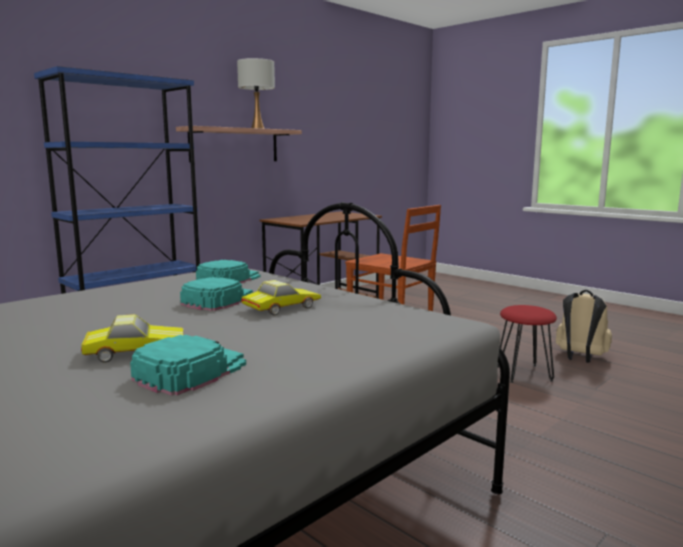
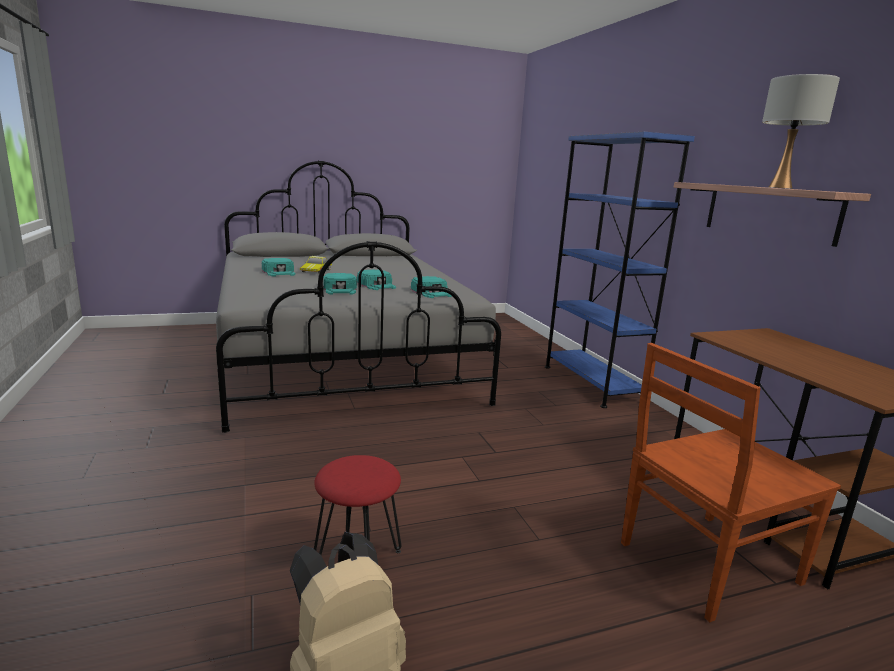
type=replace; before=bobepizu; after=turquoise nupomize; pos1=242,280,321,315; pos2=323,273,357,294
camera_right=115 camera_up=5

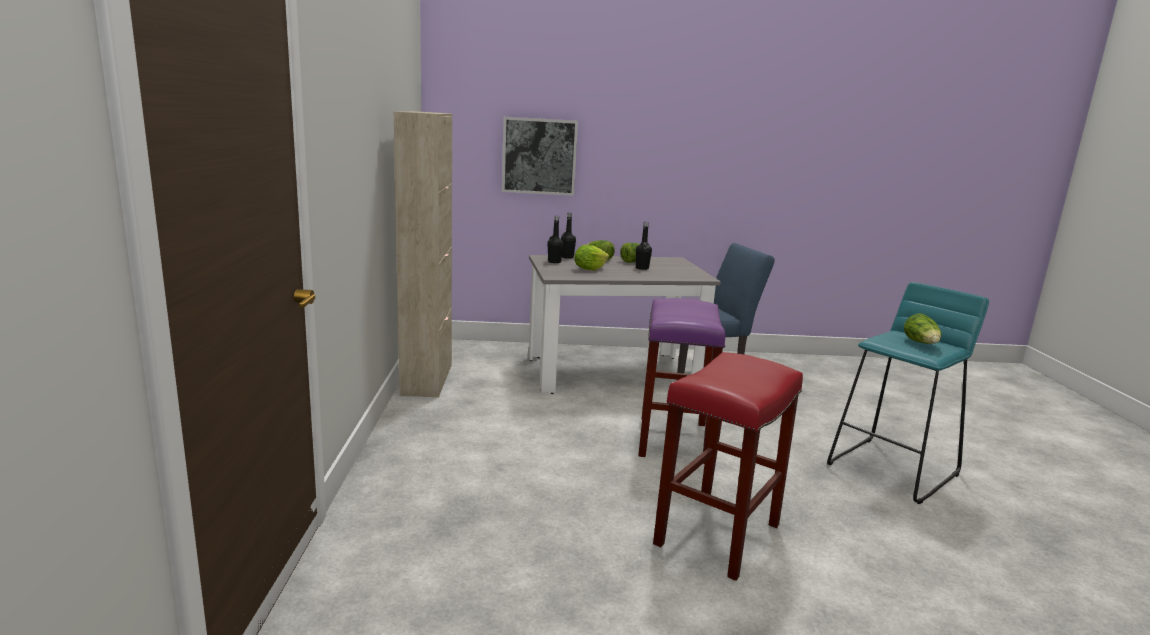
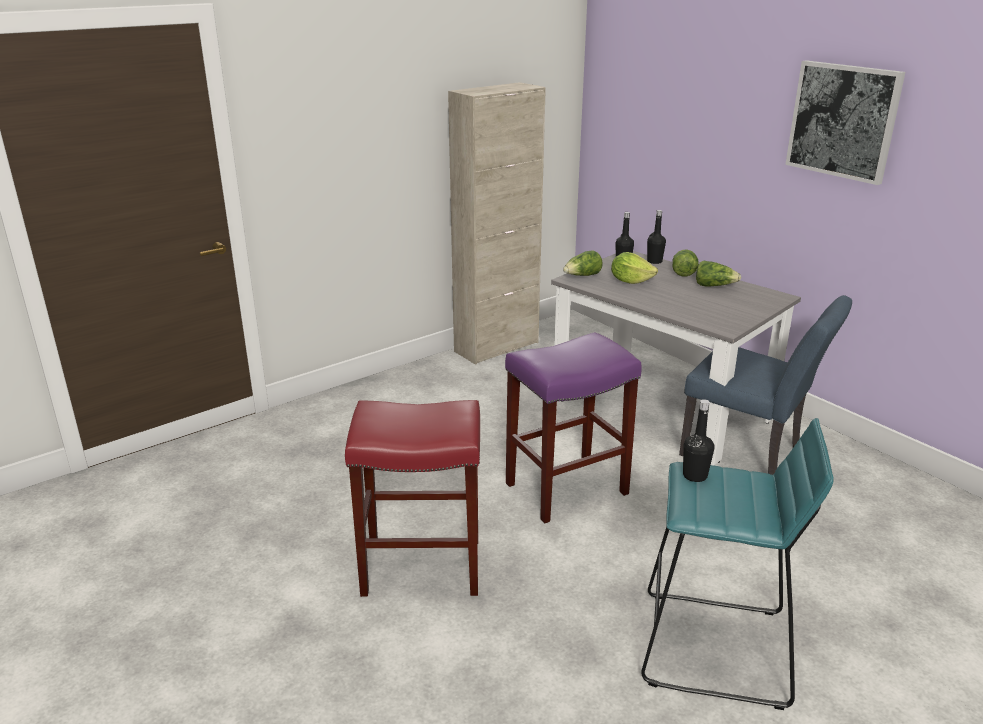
type=move; before=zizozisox; pos1=904,313,941,344; pos2=563,250,603,276
type=move; before=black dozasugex; pos1=636,222,652,270; pos2=683,399,714,482
type=move; before=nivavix; pos1=502,117,578,196; pos2=785,60,905,185
camera_right=55 camera_up=10

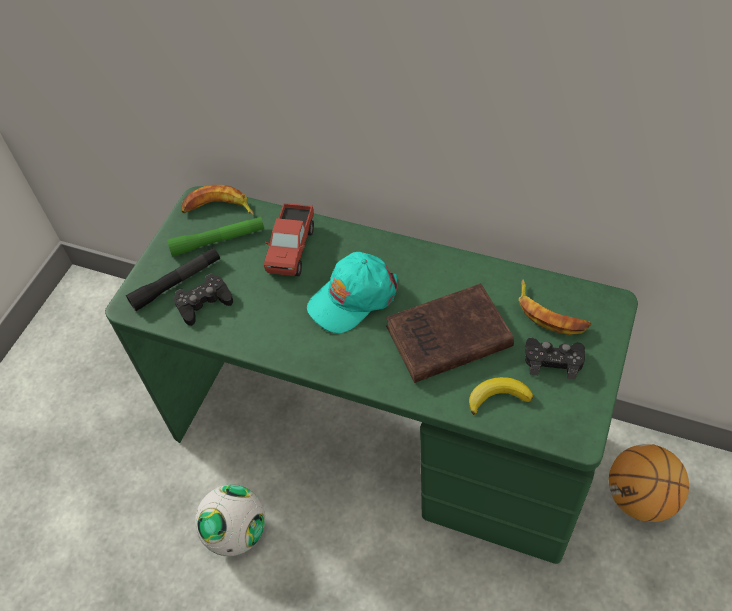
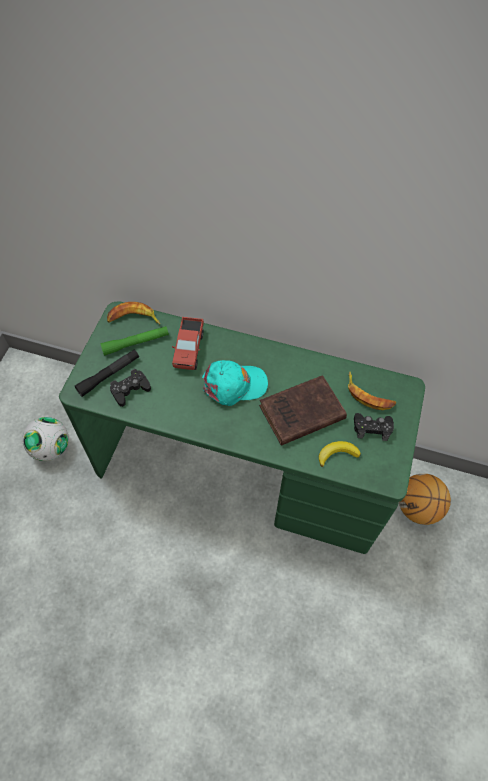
type=move; before=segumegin; pos1=195,485,265,556; pos2=22,417,69,461
type=rotate; before=turquoise nupomize; pos1=307,252,398,333; pos2=202,360,268,406; turn=-150
camera_right=-10 camera_up=5

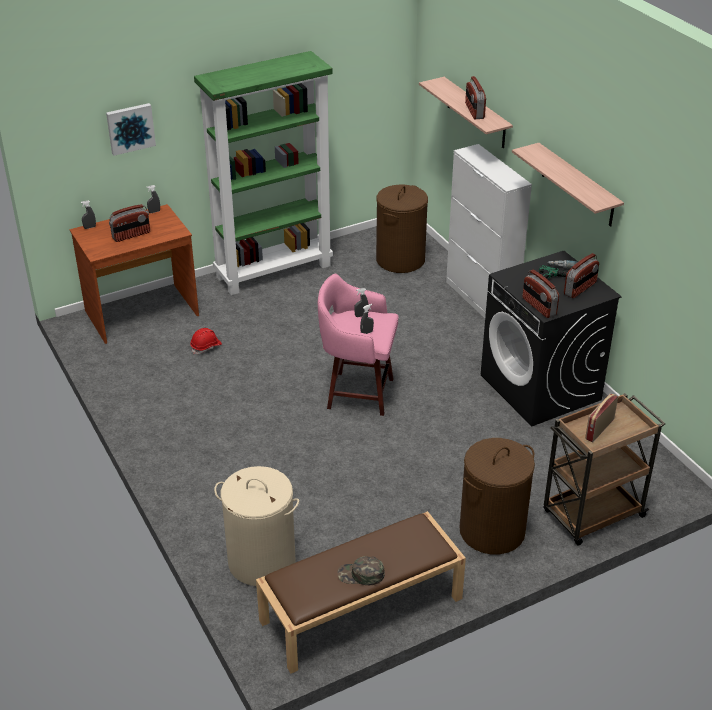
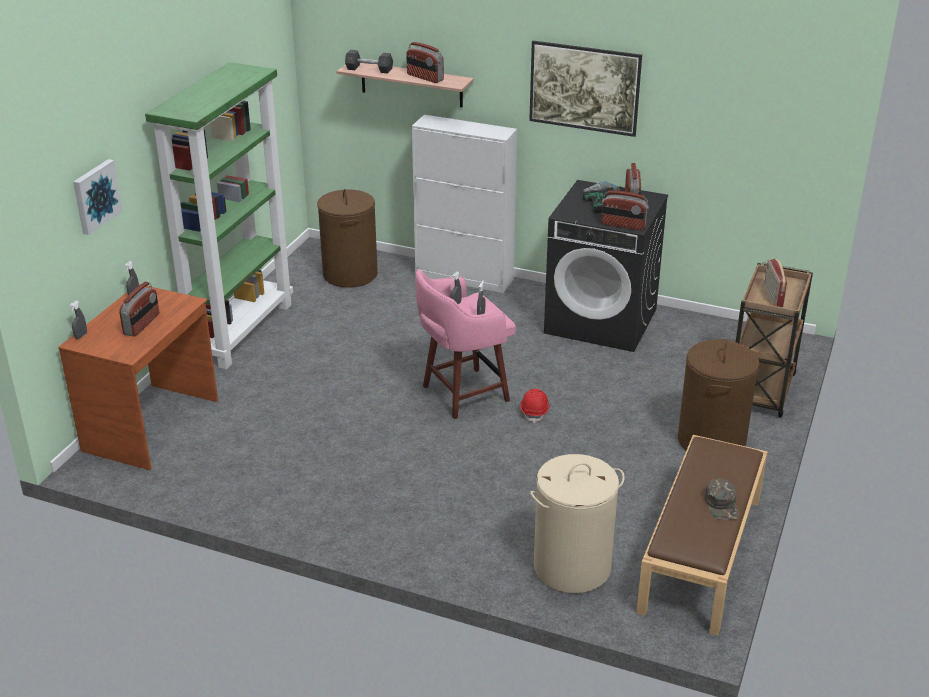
type=insert; after=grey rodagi; pos2=345,50,393,74
type=move; before=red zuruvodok; pos1=190,328,222,354; pos2=520,389,550,423
type=replace; before=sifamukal; after=nivavix; pos1=512,143,624,227; pos2=529,41,642,137
type=rotate; before=green nupomize; pos1=338,556,385,585; pos2=704,479,739,520; turn=-60
camera_right=-40 camera_up=-5

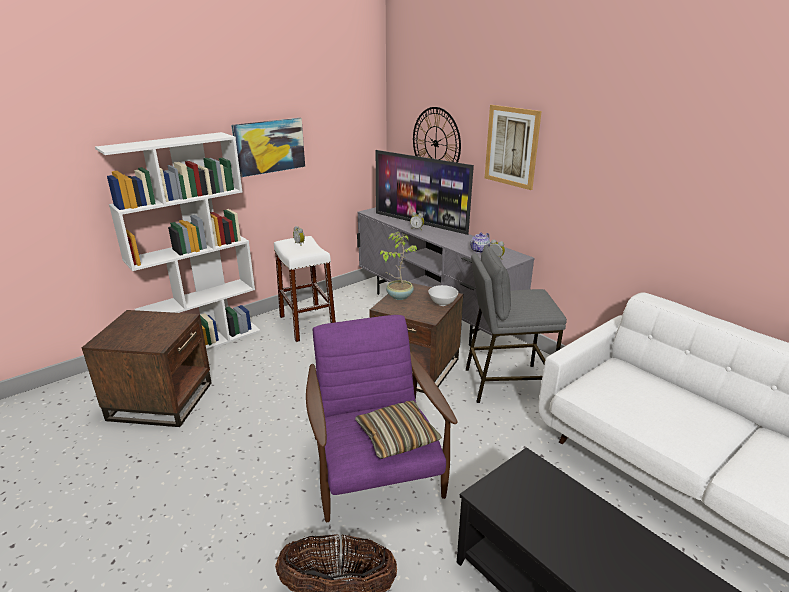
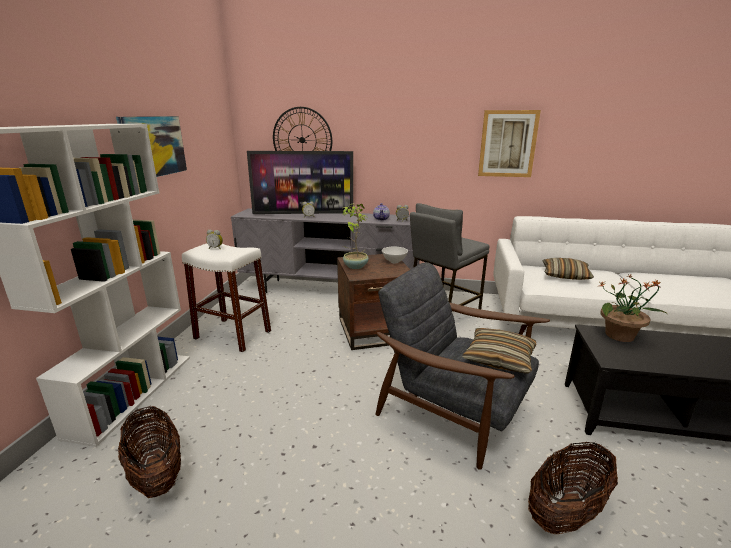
type=replace; before=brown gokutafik; after=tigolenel; pos1=82,310,211,427; pos2=118,406,181,498
type=recolor; before=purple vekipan; after=grey vekipan; pos1=306,315,458,522; pos2=375,262,550,470
type=move; before=nivavix; pos1=485,105,542,190; pos2=478,110,541,177
type=insert; after=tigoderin; pos2=542,258,594,280
type=insert; after=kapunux; pos2=600,274,667,342
camera_right=-40 camera_up=-5

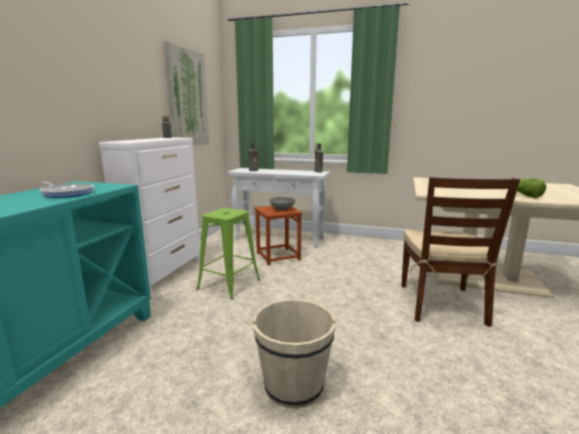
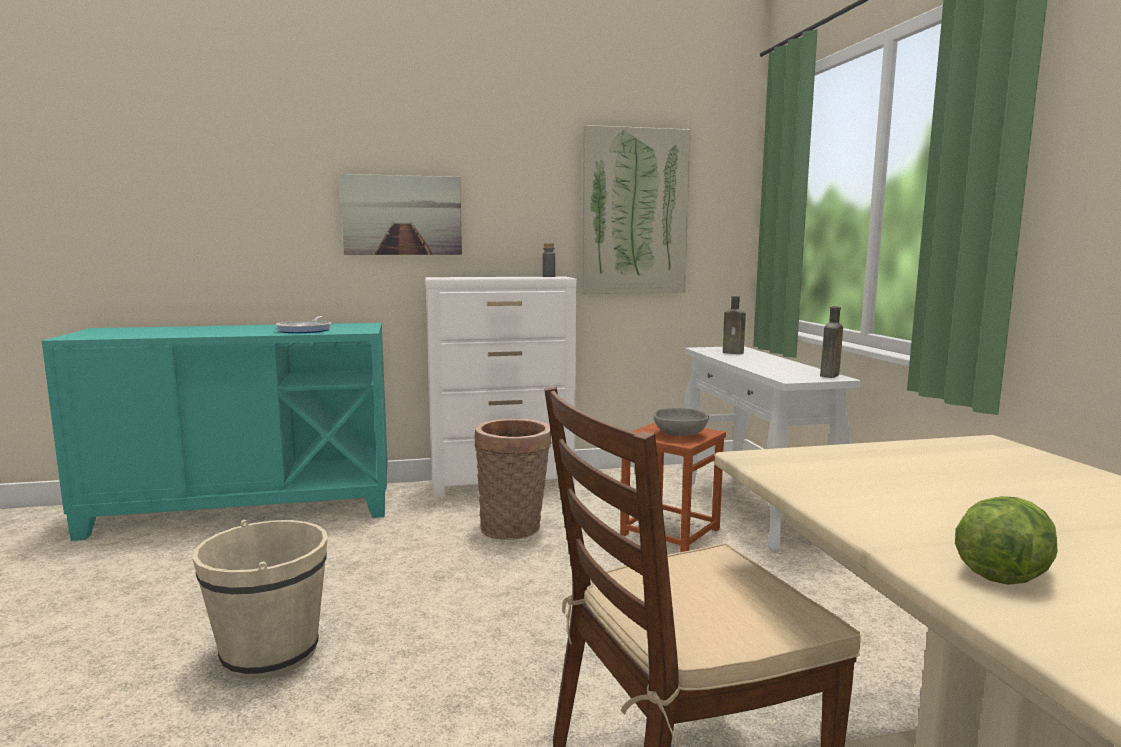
type=insert; after=nivavix; pos2=340,174,462,255
type=replace; before=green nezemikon; after=tigolenel; pos1=197,208,260,299; pos2=475,419,552,540
camera_right=60 camera_up=-5

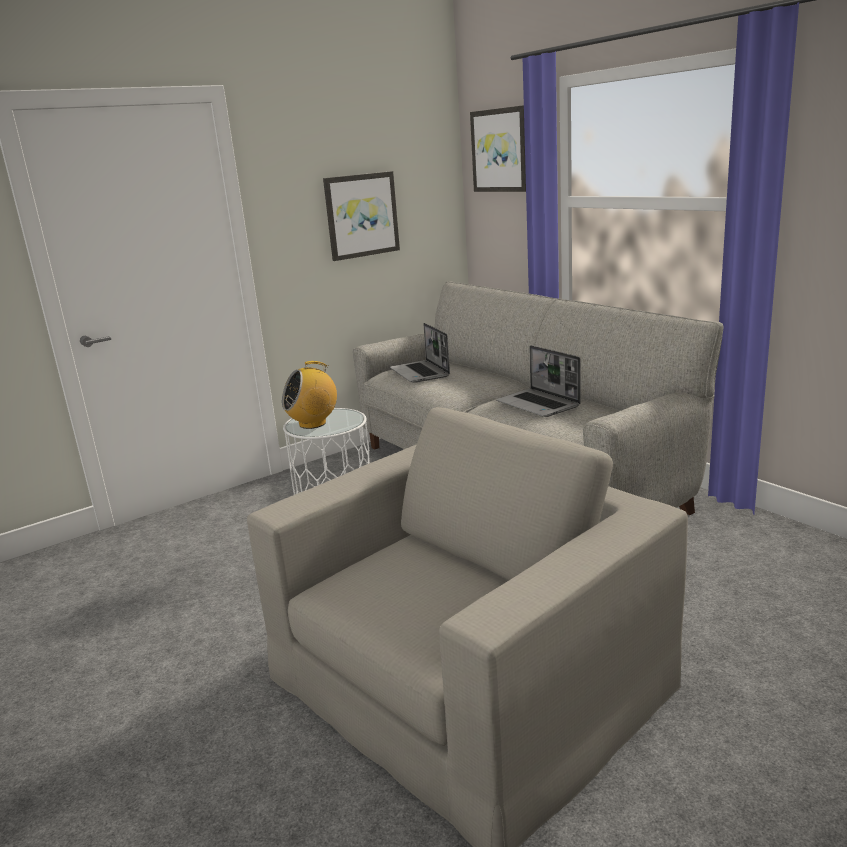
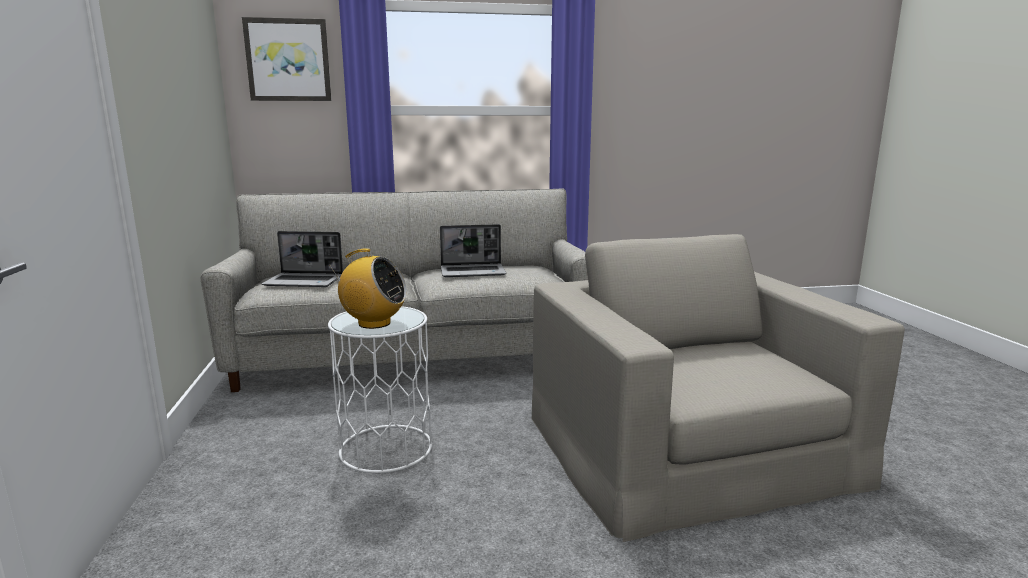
type=rotate; before=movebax; pos1=282,361,337,429; pos2=329,248,407,329; turn=-75
type=delete; before=nivavix; pos1=323,171,400,261
camera_right=-65 camera_up=-5

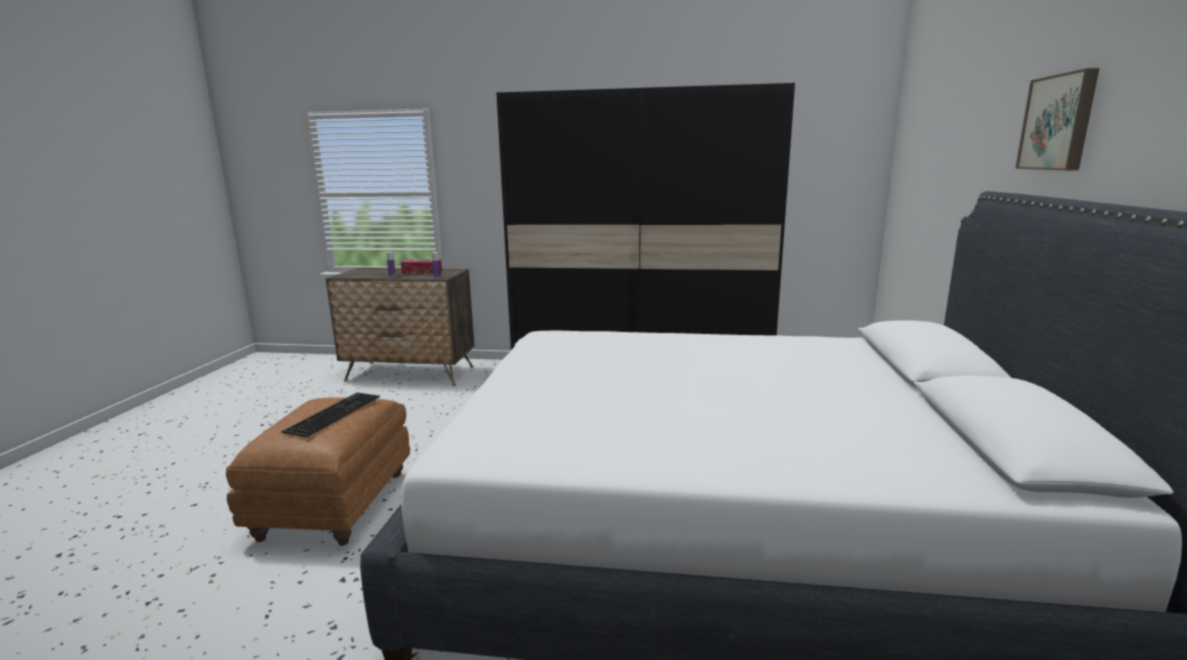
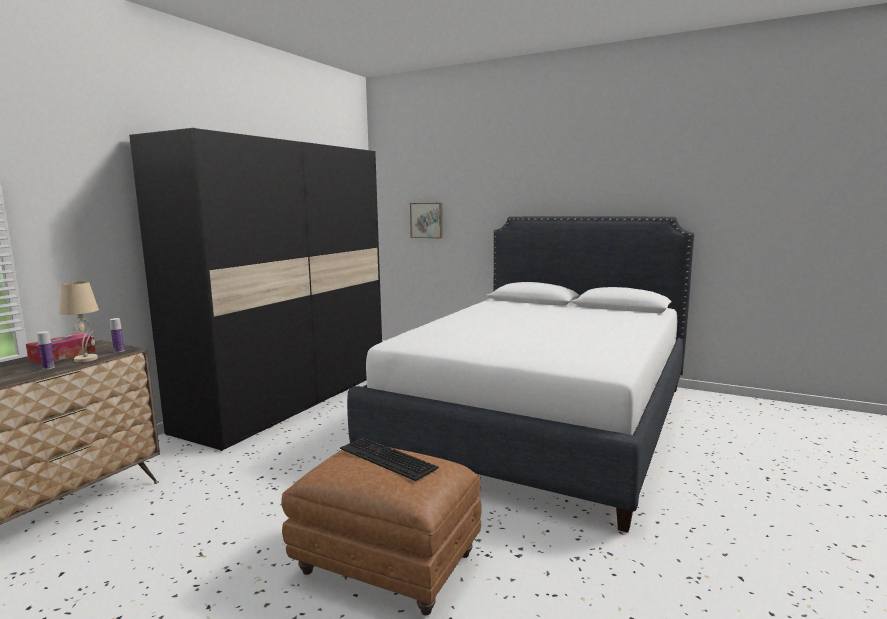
type=insert; after=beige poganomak; pos2=59,281,99,362
type=move; before=nivavix; pos1=1015,68,1099,170; pos2=410,203,443,238
camera_right=-70 camera_up=-5

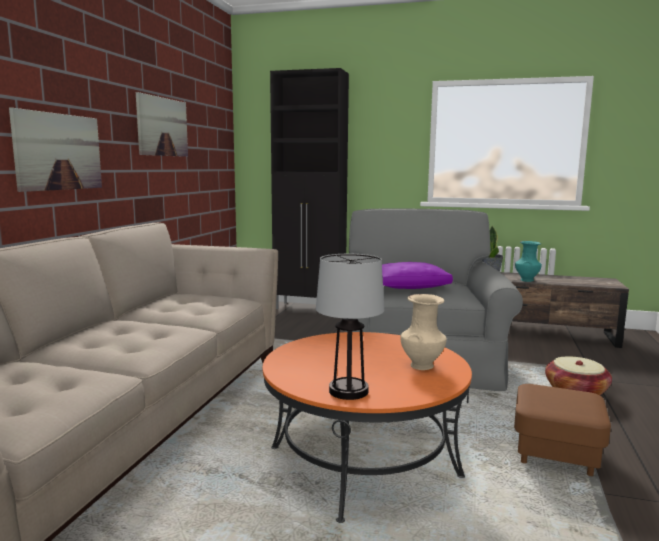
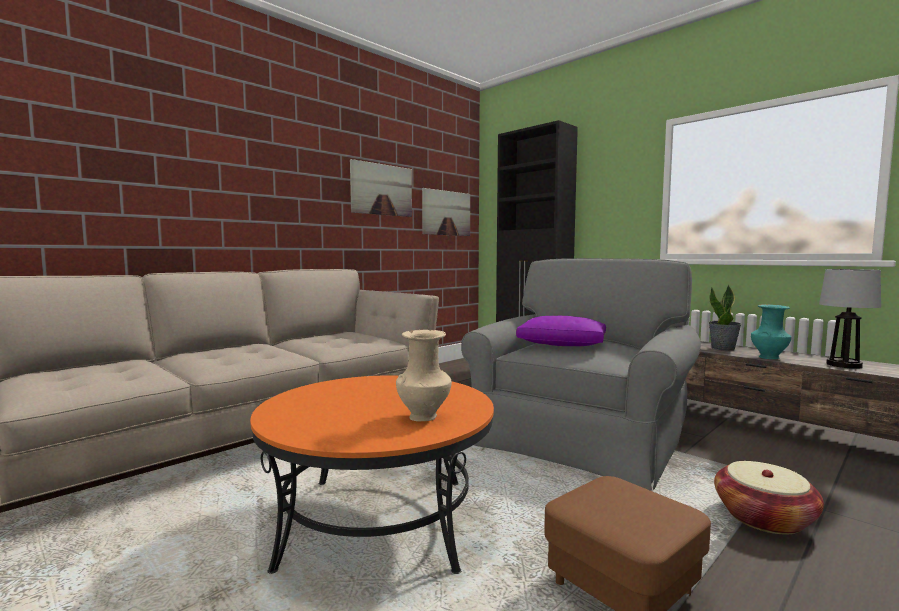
type=move; before=nivavix; pos1=9,108,102,192; pos2=422,188,470,236
type=move; before=poganomak; pos1=316,254,384,400; pos2=819,269,881,369
camera_right=30 camera_up=-5

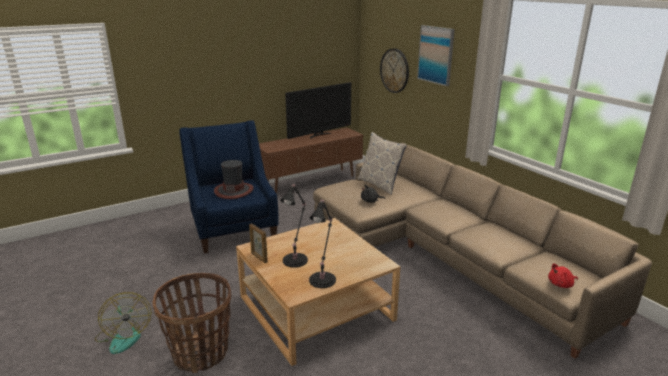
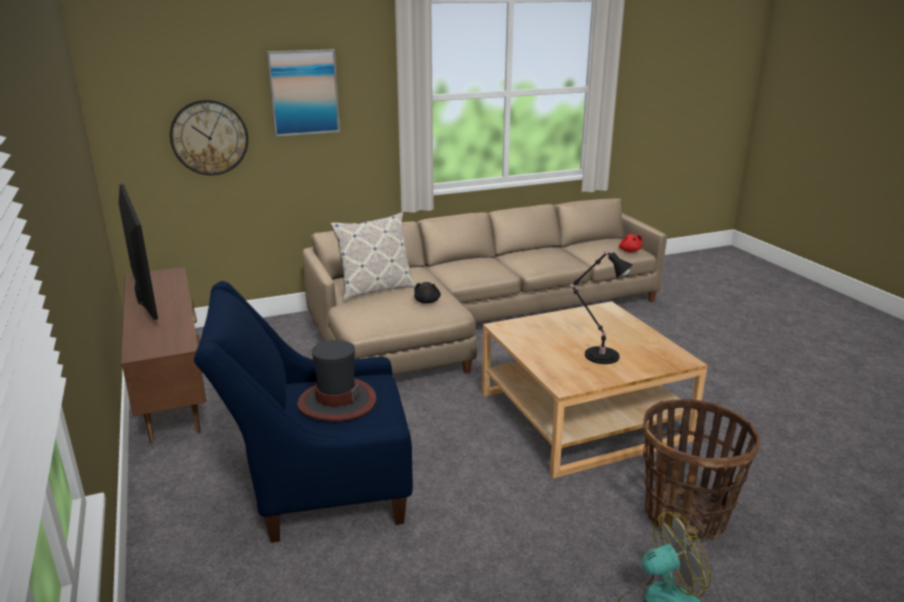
type=delete; before=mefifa; pos1=249,223,268,263
type=delete; before=black poganomak; pos1=309,199,336,288
camera_right=-80 camera_up=0

